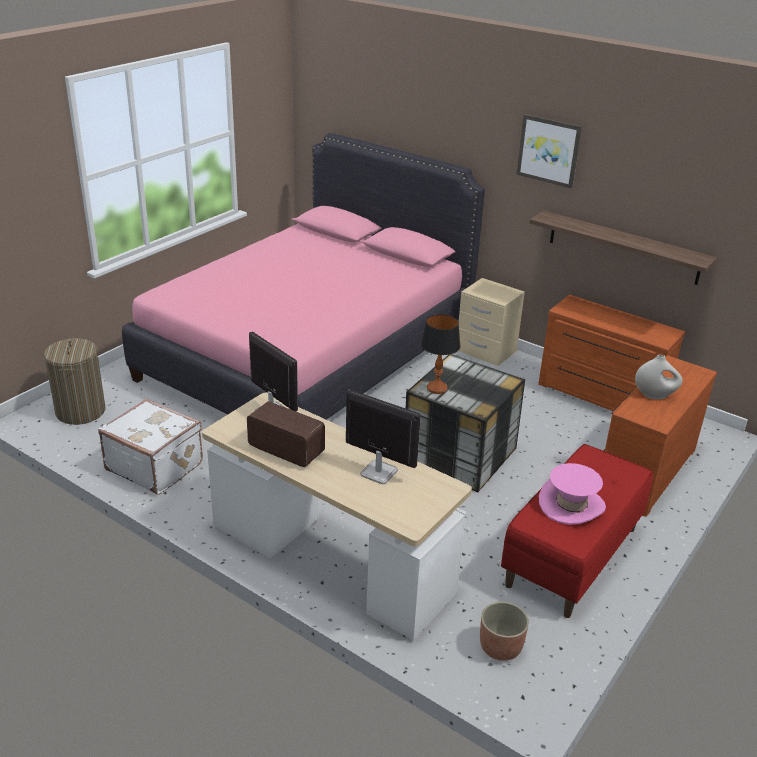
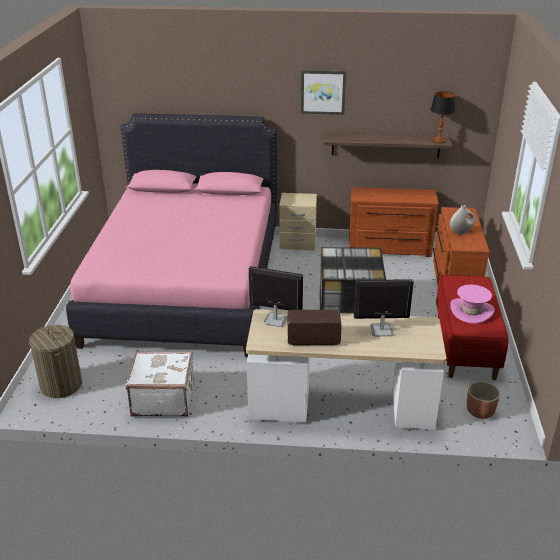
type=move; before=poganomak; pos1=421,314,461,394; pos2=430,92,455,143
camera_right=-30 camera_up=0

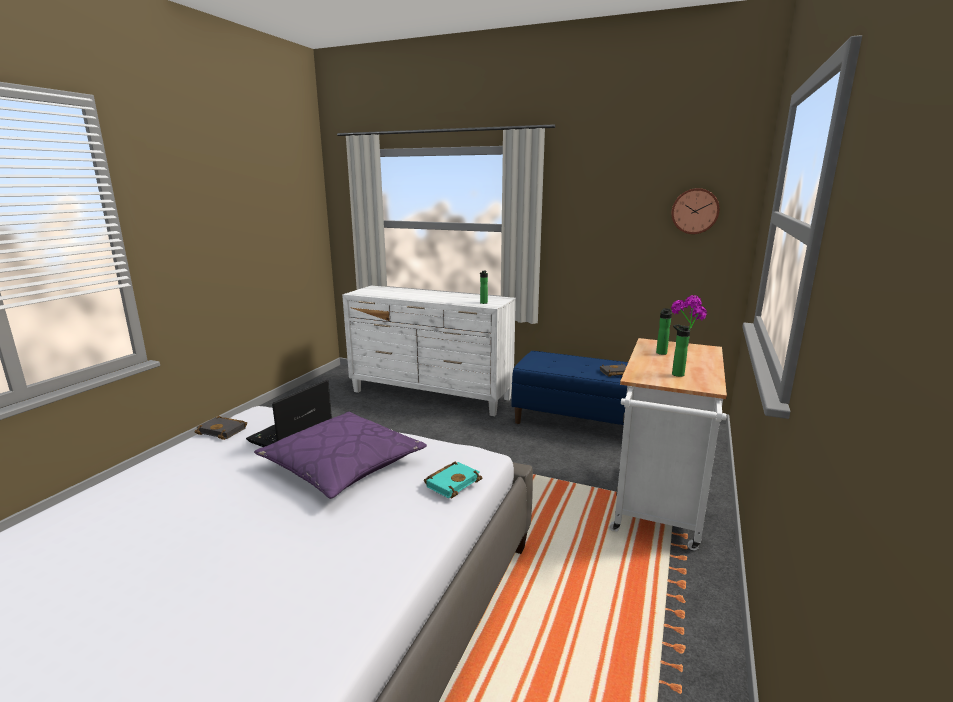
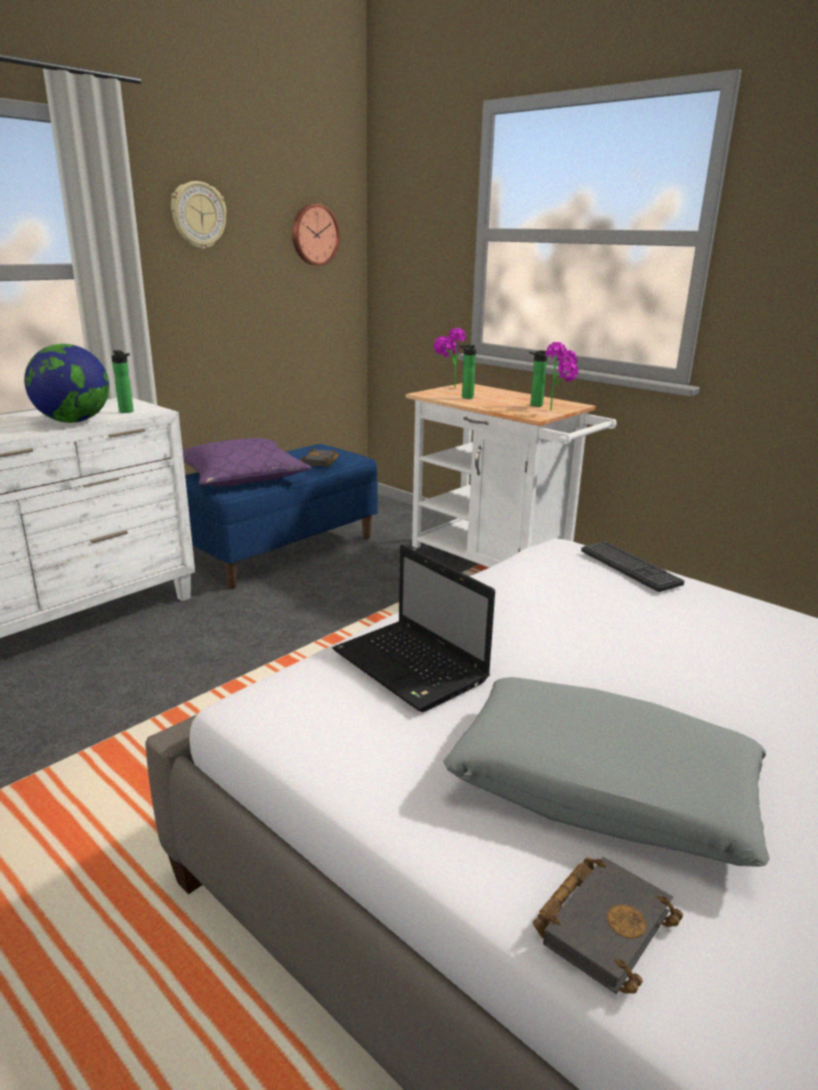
type=insert; after=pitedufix; pos2=24,344,109,423
type=insert; after=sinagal; pos2=171,181,226,249
type=move; before=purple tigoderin; pos1=254,412,427,499; pos2=183,438,311,487
type=insert; after=grey tigoderin; pos2=443,677,770,867
type=move; before=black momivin; pos1=195,416,247,440; pos2=533,857,683,994
type=insert; after=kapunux; pos2=545,342,579,410
type=replace; before=turquoise momivin; after=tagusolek; pos1=424,462,482,498; pos2=581,541,684,592
camera_right=-70 camera_up=5

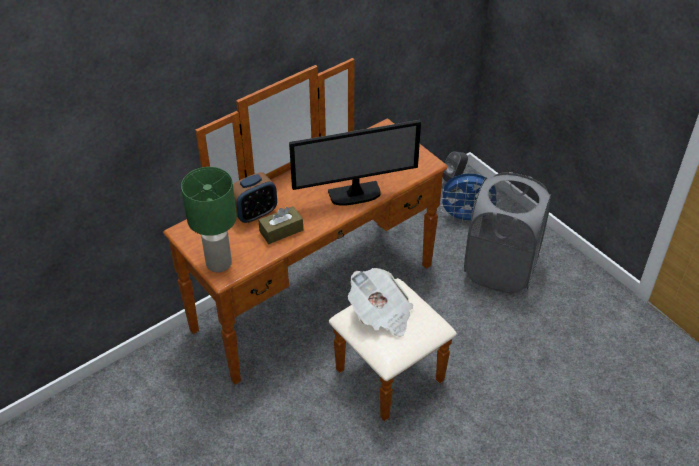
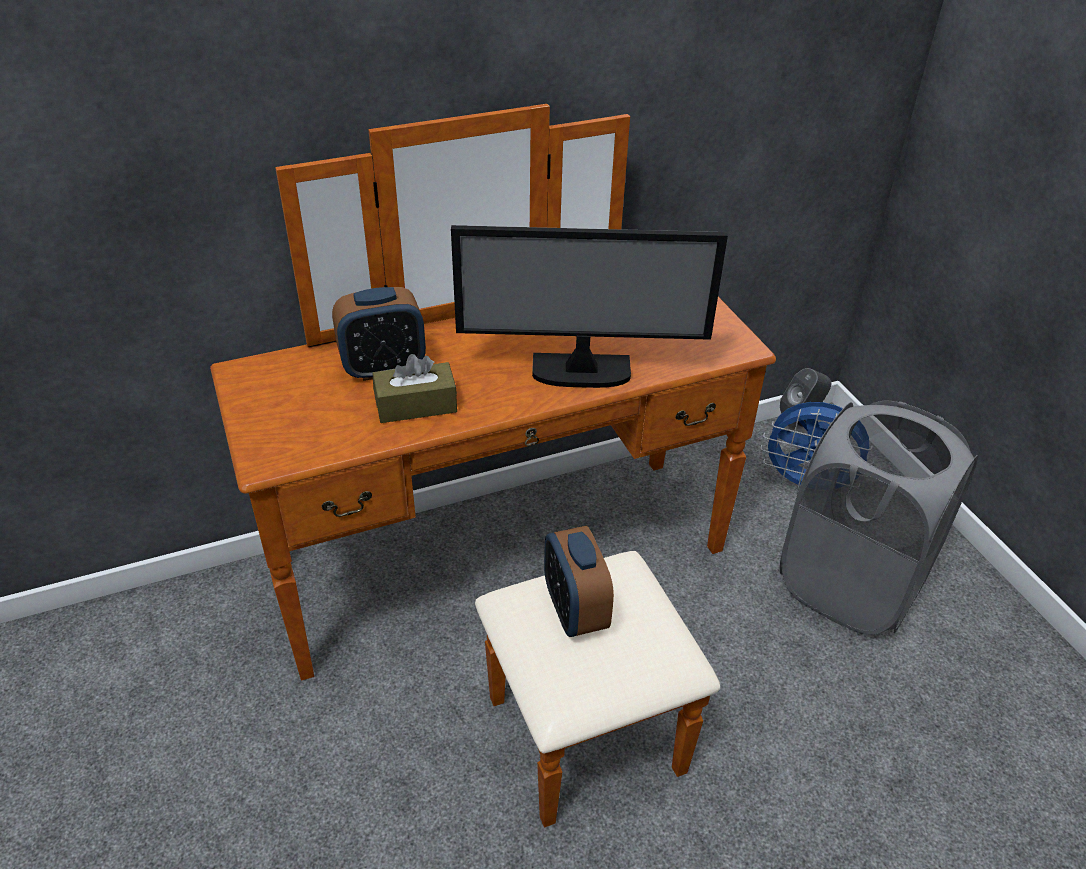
type=replace; before=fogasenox; after=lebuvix; pos1=348,268,413,337; pos2=544,526,614,637
type=delete; before=green poganomak; pos1=181,167,237,272
camera_right=15 camera_up=-5

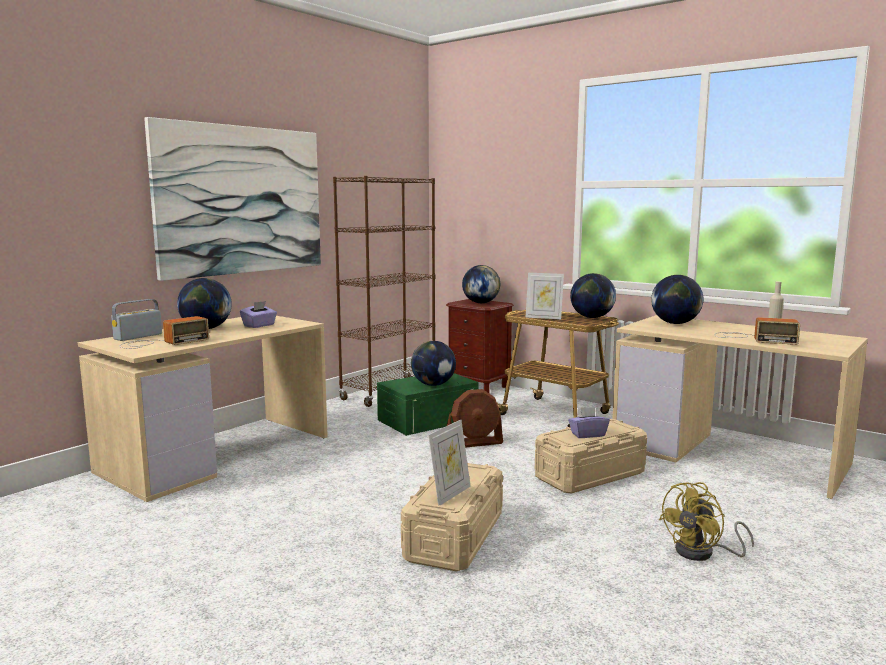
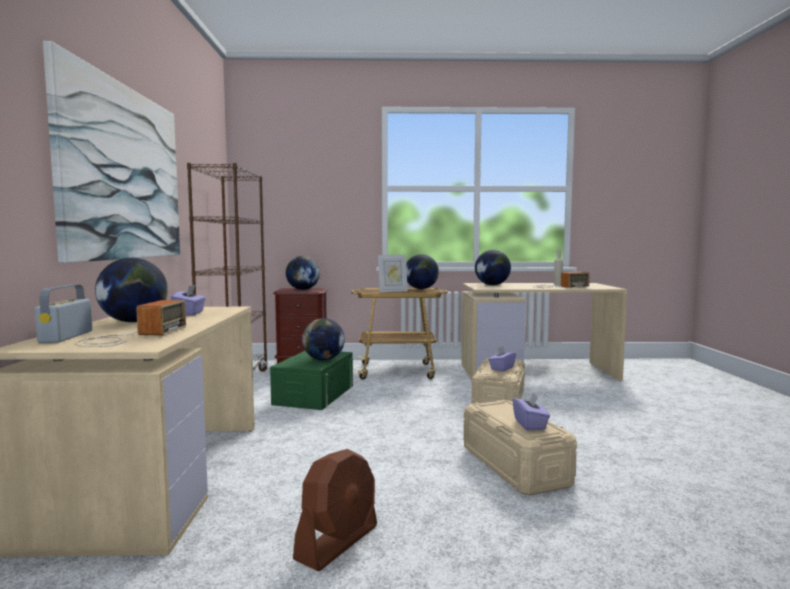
type=move; before=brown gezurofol; pos1=447,389,503,448; pos2=293,449,377,572
type=replace; before=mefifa; after=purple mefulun; pos1=428,420,470,505; pos2=513,393,550,430
type=delete; before=yellow gezurofol; pos1=659,482,754,561
camera_right=-40 camera_up=-5

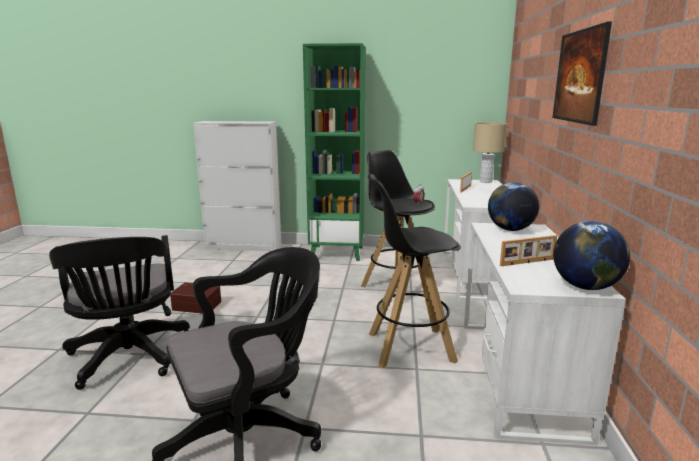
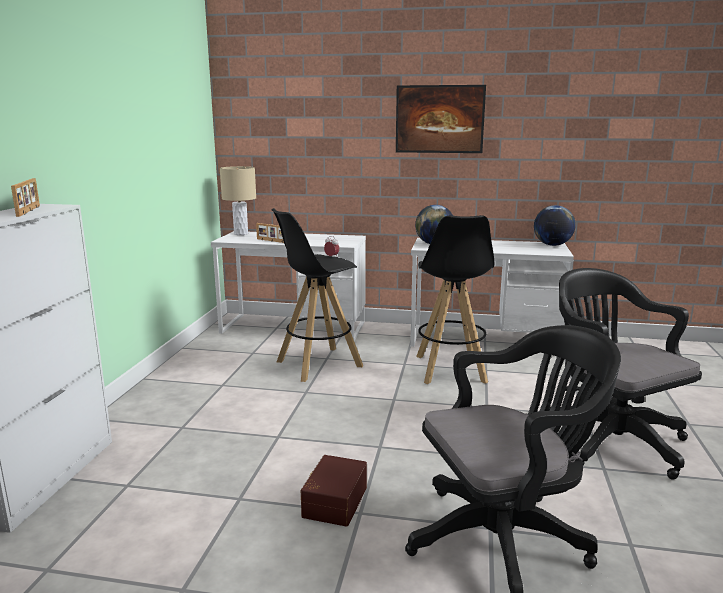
type=move; before=mefifa; pos1=500,235,557,266; pos2=11,178,40,217
type=delete; before=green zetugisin; pos1=303,43,366,261
camera_right=-85 camera_up=0

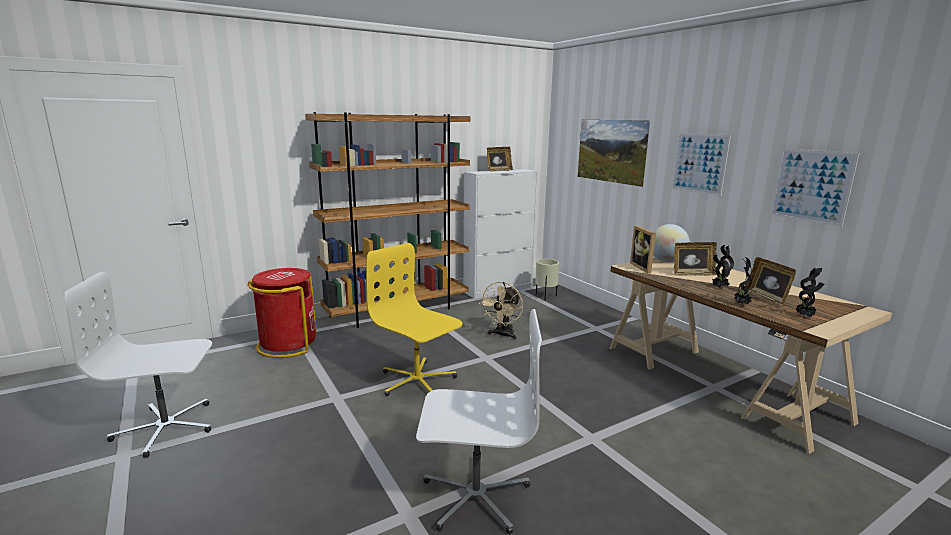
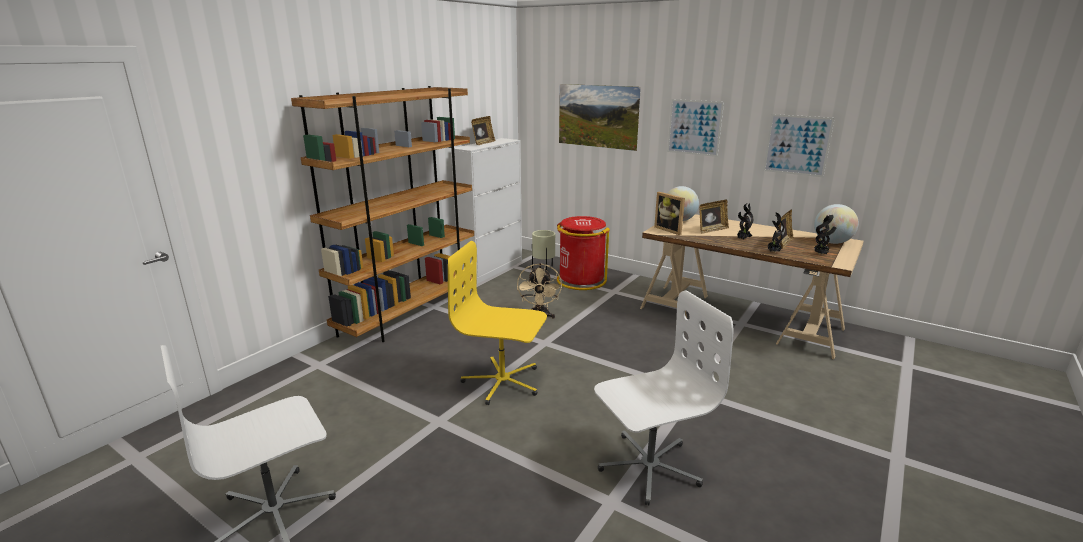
type=move; before=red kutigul; pos1=247,268,316,358; pos2=557,216,610,290
type=rotate; before=mefifa; pos1=745,257,796,307; pos2=778,209,794,249; turn=-105
type=insert; after=pitedufix; pos2=814,204,859,244
camera_right=-25 camera_up=5

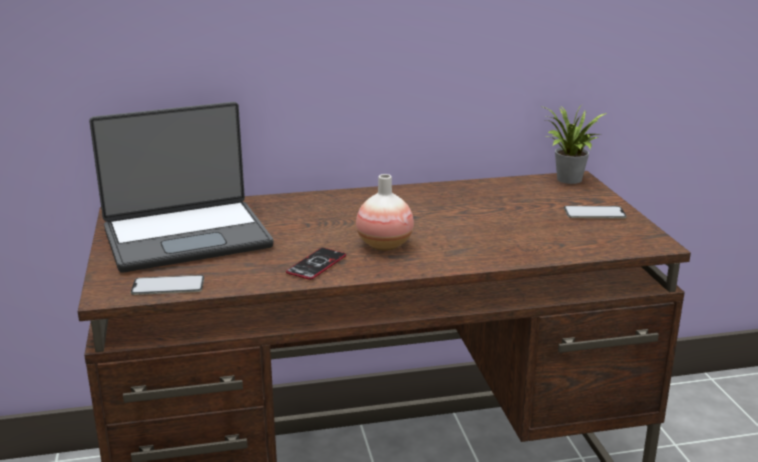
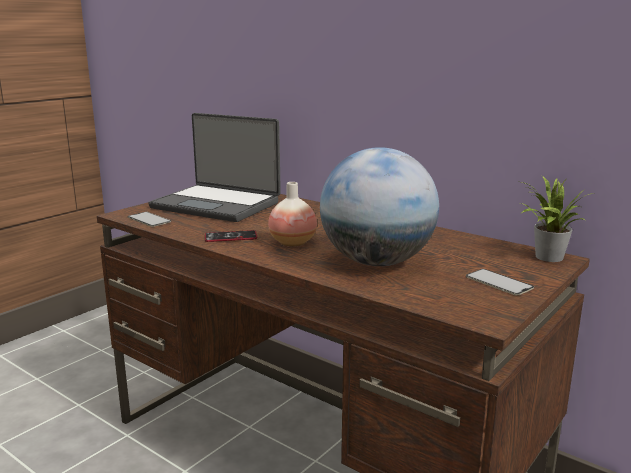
type=insert; after=pitedufix; pos2=320,147,439,266
camera_right=50 camera_up=-5

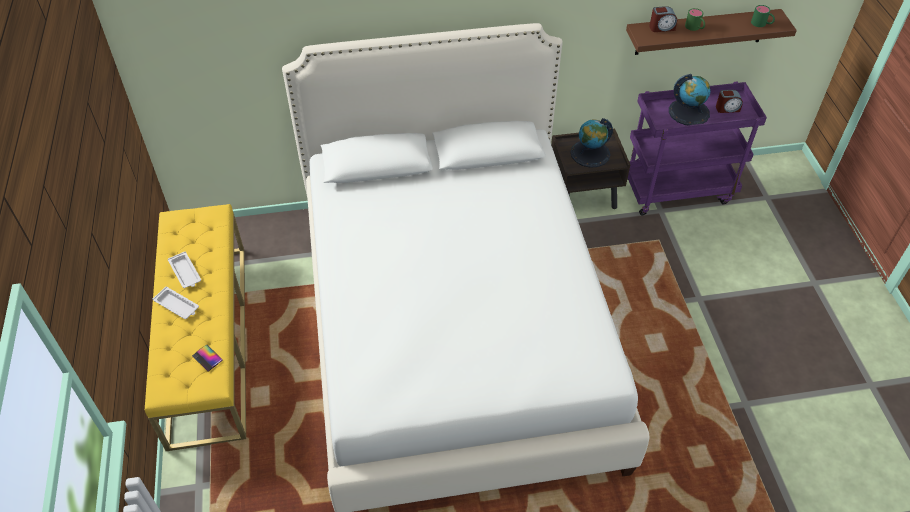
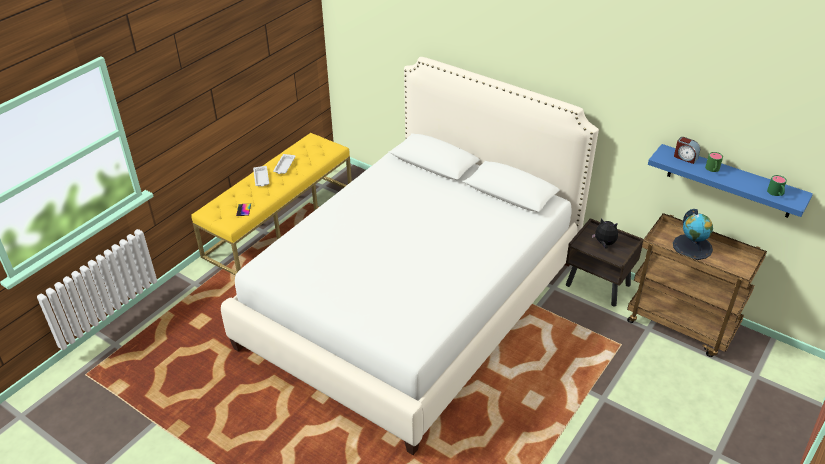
type=replace; before=pitedufix; after=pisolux; pos1=570,118,613,168; pos2=592,218,618,248
type=recolor; before=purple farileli; after=brown farileli; pos1=627,82,767,215; pos2=627,213,767,357
type=recolor; before=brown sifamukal; after=blue sifamukal; pos1=626,9,797,55; pos2=648,144,813,218
type=delete; before=lebuvix; pos1=716,90,743,113
camera_right=45 camera_up=-10

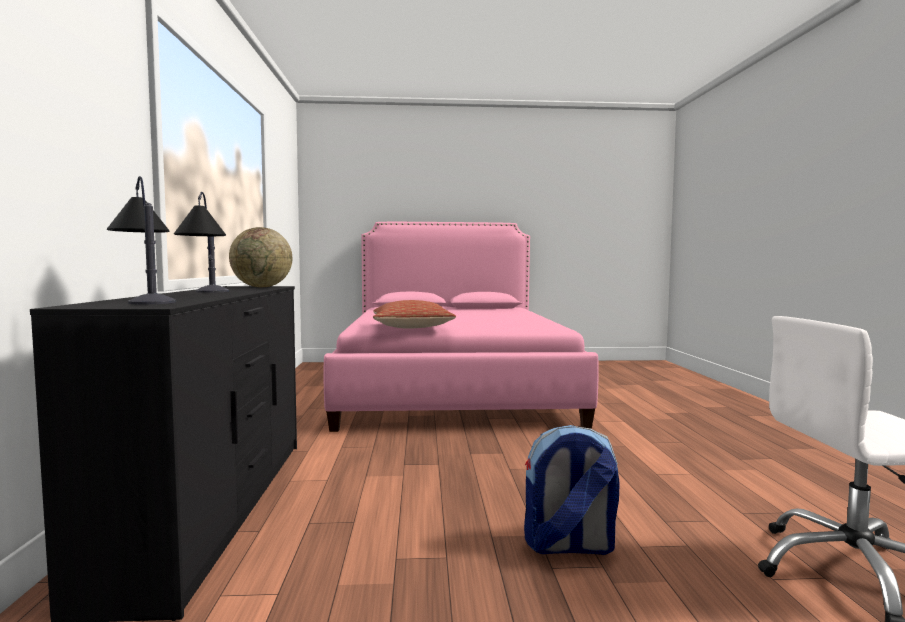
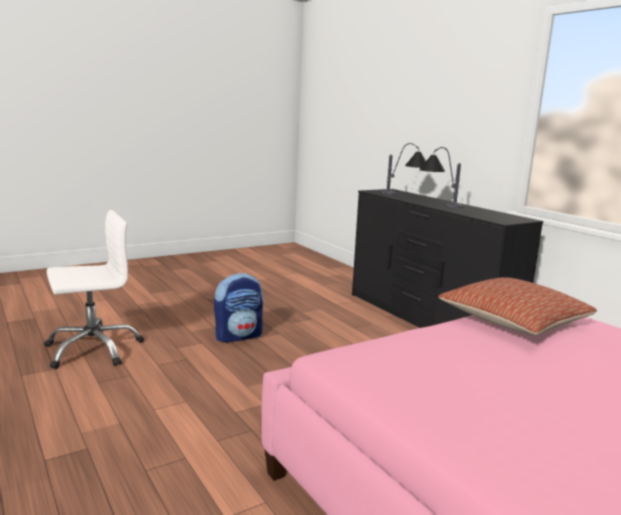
type=delete; before=pitedufix; pos1=229,227,292,287
camera_right=150 camera_up=10

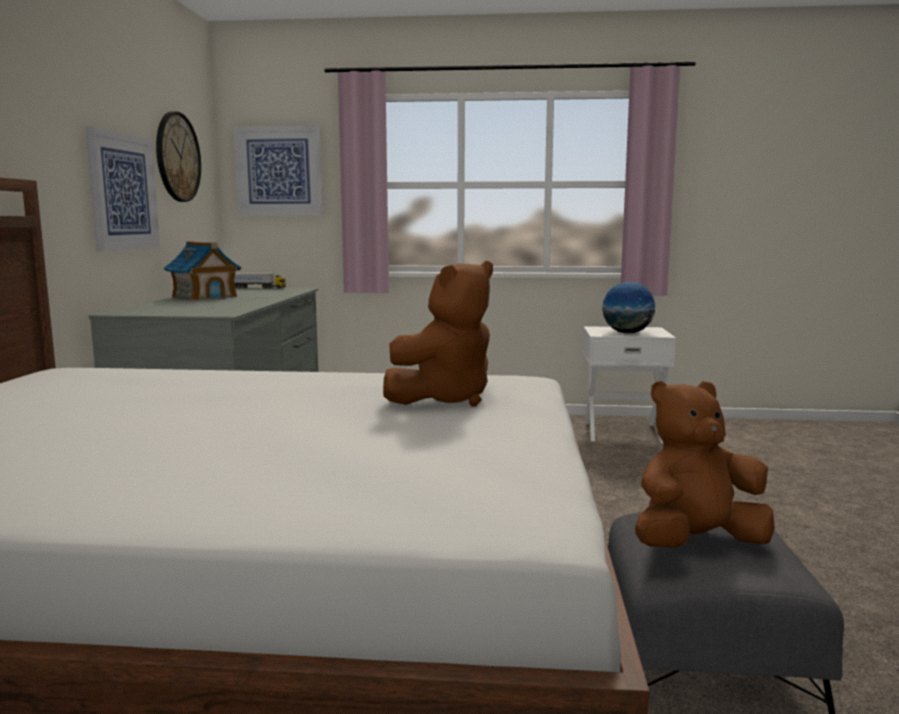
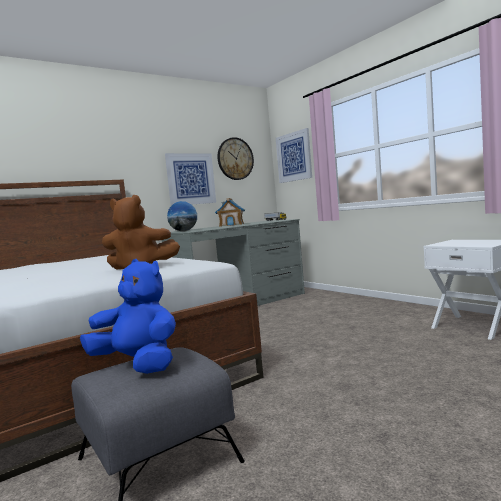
type=recolor; before=brown pisolux; after=blue pisolux; pos1=635,380,775,547; pos2=80,259,176,374
type=move; before=pitedufix; pos1=602,282,655,334; pos2=167,201,197,231
camera_right=50 camera_up=-5

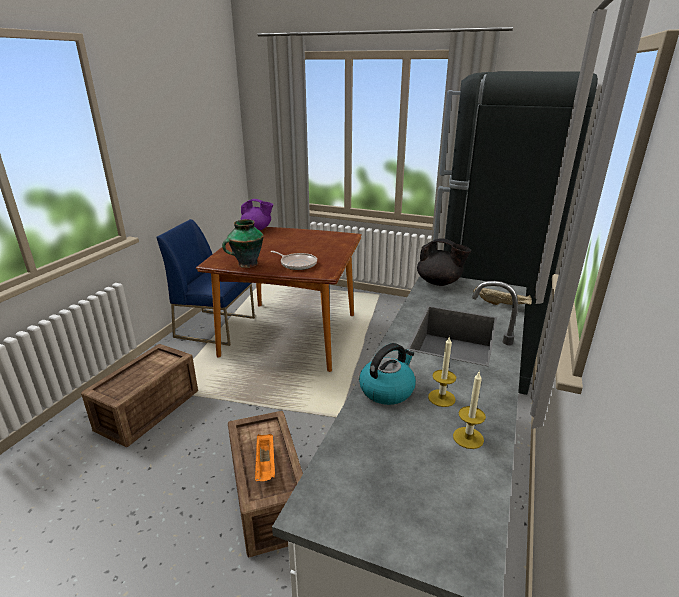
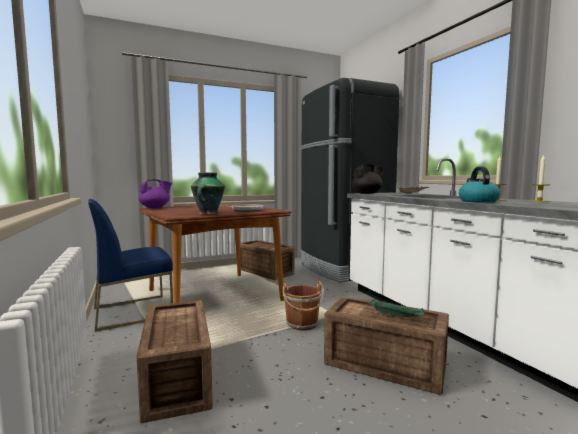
type=insert; after=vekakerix; pos2=240,240,294,280
type=insert; after=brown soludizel; pos2=283,281,324,331
type=recolor; before=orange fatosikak; after=green fatosikak; pos1=255,434,275,481; pos2=368,299,424,318
camera_right=-45 camera_up=-20

